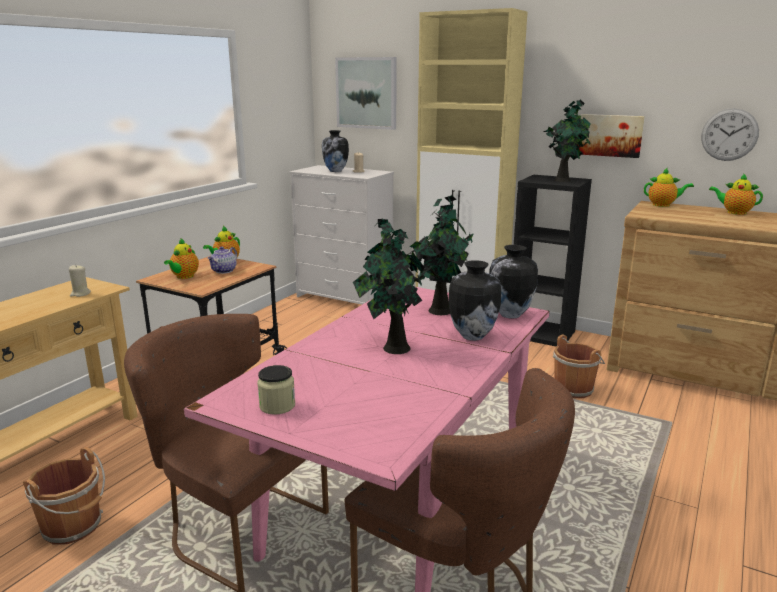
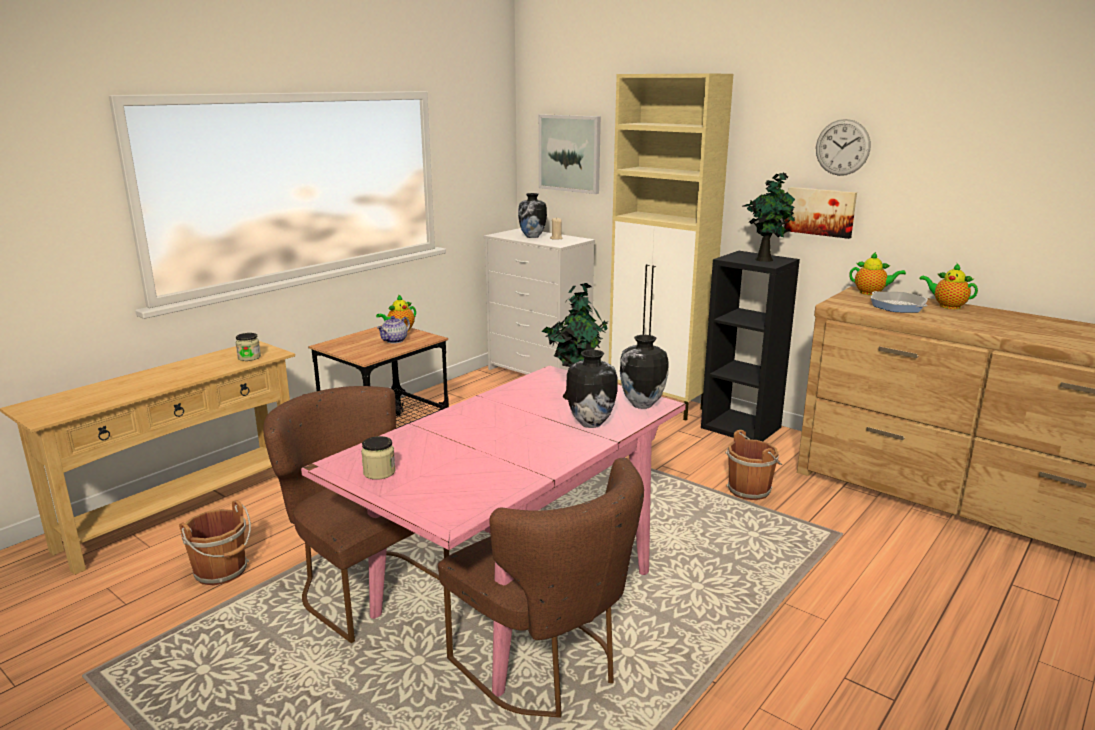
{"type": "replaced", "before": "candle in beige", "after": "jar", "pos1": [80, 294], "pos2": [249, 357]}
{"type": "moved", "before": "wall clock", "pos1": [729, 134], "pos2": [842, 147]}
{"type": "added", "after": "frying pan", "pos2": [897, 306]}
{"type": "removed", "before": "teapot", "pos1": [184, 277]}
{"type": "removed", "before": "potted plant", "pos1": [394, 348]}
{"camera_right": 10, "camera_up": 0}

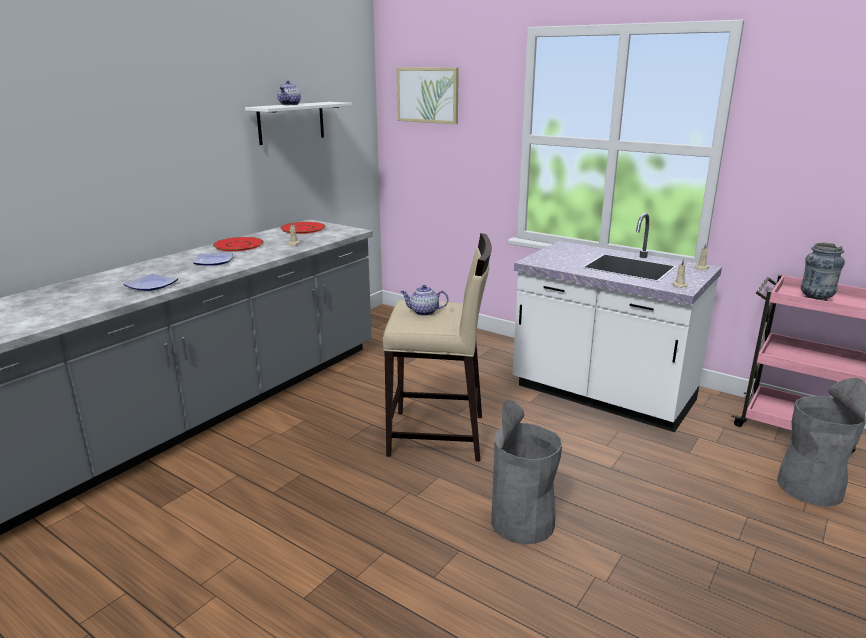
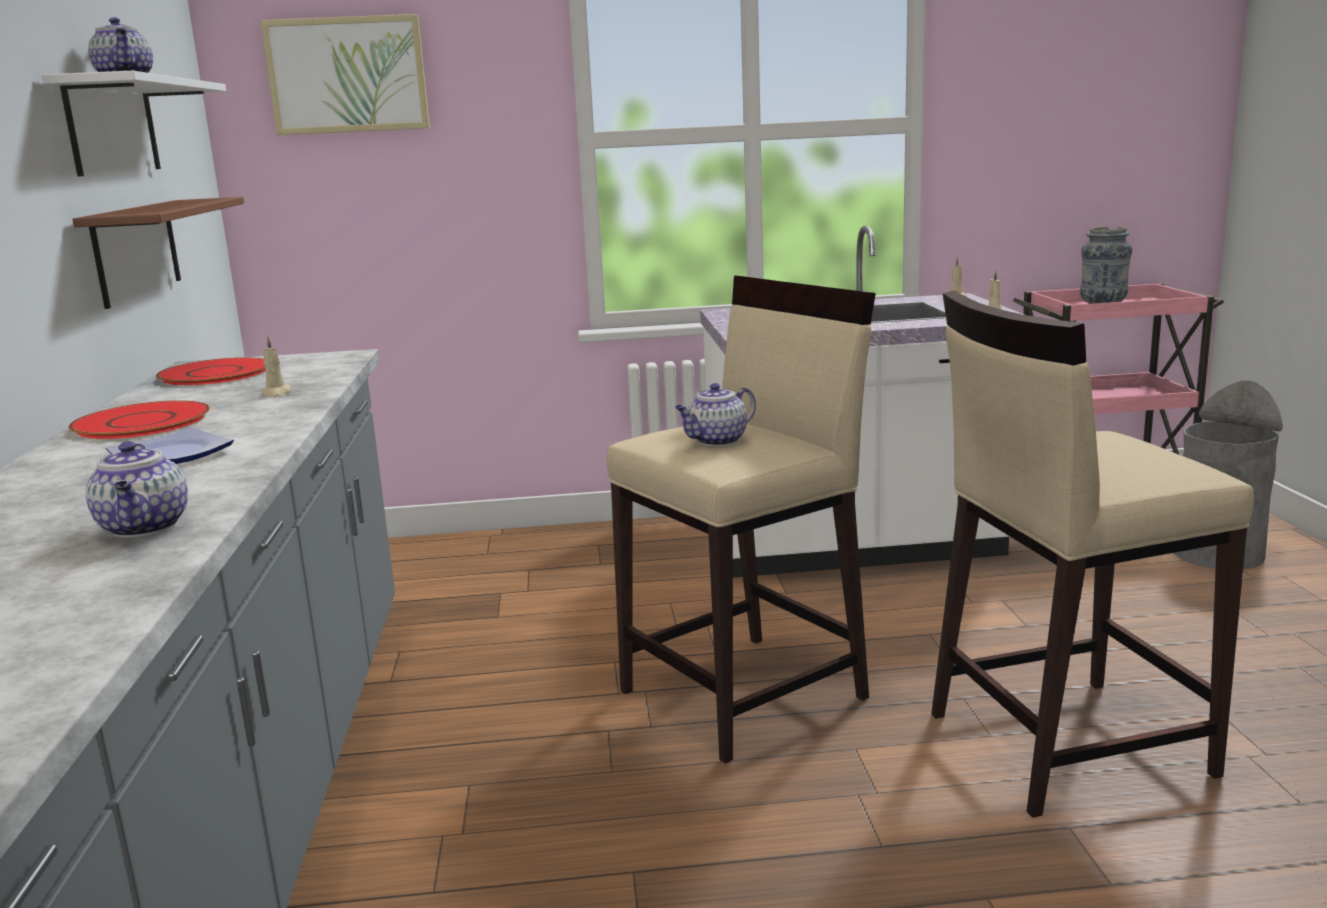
{"type": "added", "after": "shelf in brown", "pos2": [137, 251]}
{"type": "replaced", "before": "plate", "after": "teapot", "pos1": [151, 286], "pos2": [145, 527]}
{"type": "replaced", "before": "trash can in grey", "after": "stool in beige", "pos1": [522, 522], "pos2": [1064, 743]}
{"camera_right": -40, "camera_up": -5}

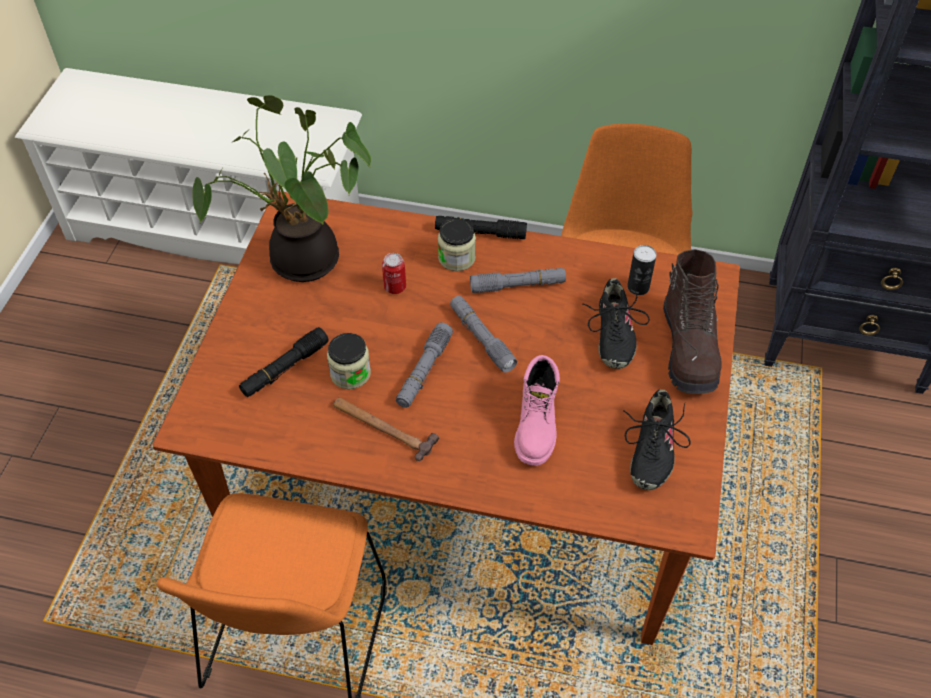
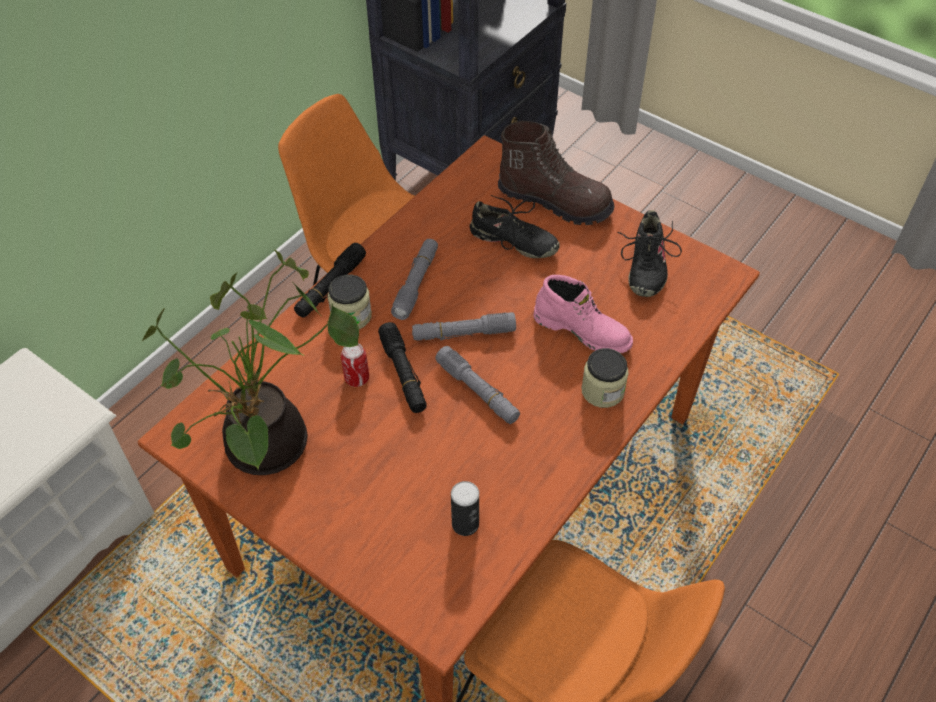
{"type": "moved", "before": "flashlight in black", "pos1": [285, 368], "pos2": [403, 373]}
{"type": "moved", "before": "can", "pos1": [638, 287], "pos2": [465, 524]}
{"type": "moved", "before": "jar", "pos1": [350, 373], "pos2": [602, 391]}
{"type": "turned", "before": "shoe in black", "pos1": [651, 450], "pos2": [645, 266], "turn": 60}
{"type": "removed", "before": "hammer", "pos1": [383, 427]}
{"camera_right": -65, "camera_up": 0}

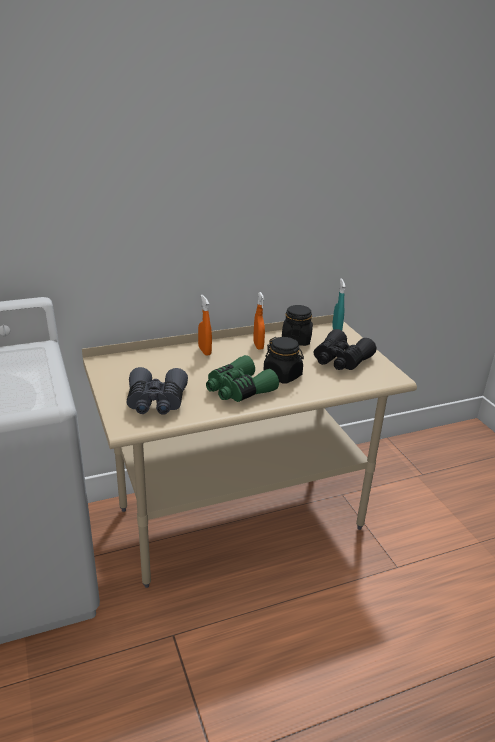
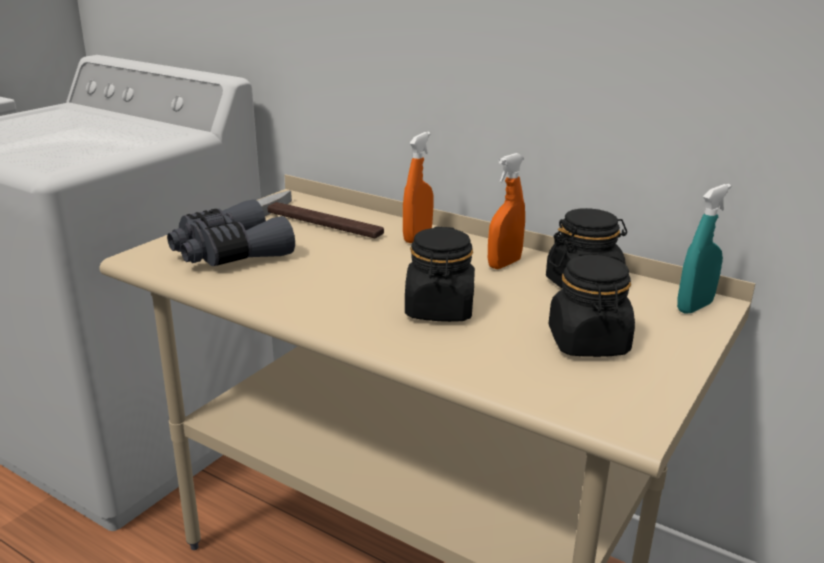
{"type": "added", "after": "hammer", "pos2": [322, 221]}
{"type": "replaced", "before": "binoculars in black", "after": "jar in black", "pos1": [340, 360], "pos2": [588, 343]}
{"type": "removed", "before": "binoculars in green", "pos1": [238, 390]}
{"camera_right": 55, "camera_up": -5}

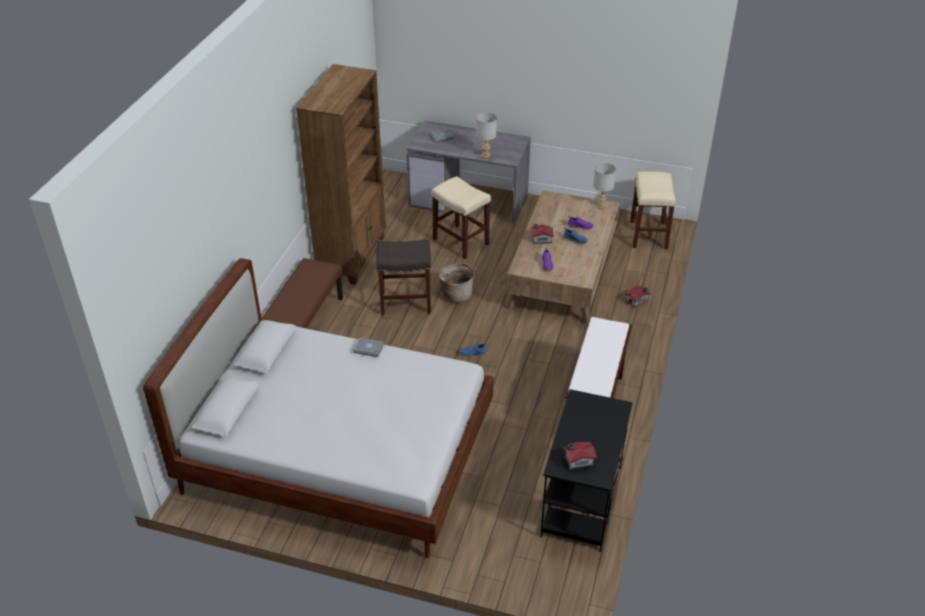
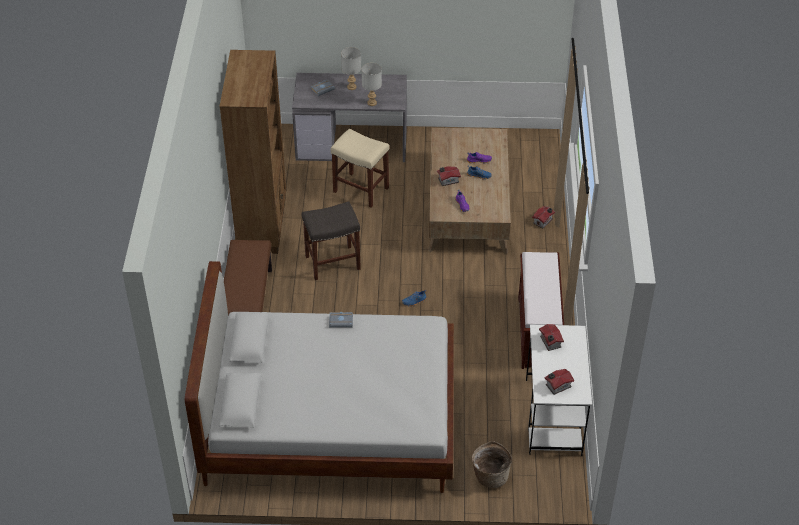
{"type": "moved", "before": "table lamp in grey", "pos1": [601, 206], "pos2": [352, 87]}
{"type": "moved", "before": "basket", "pos1": [456, 294], "pos2": [490, 475]}
{"type": "recoloured", "before": "desk in black", "after": "desk in white", "pos1": [581, 501], "pos2": [553, 417]}
{"type": "added", "after": "toy house", "pos2": [550, 342]}
{"type": "removed", "before": "stool in beige", "pos1": [649, 235]}
{"camera_right": -15, "camera_up": 5}

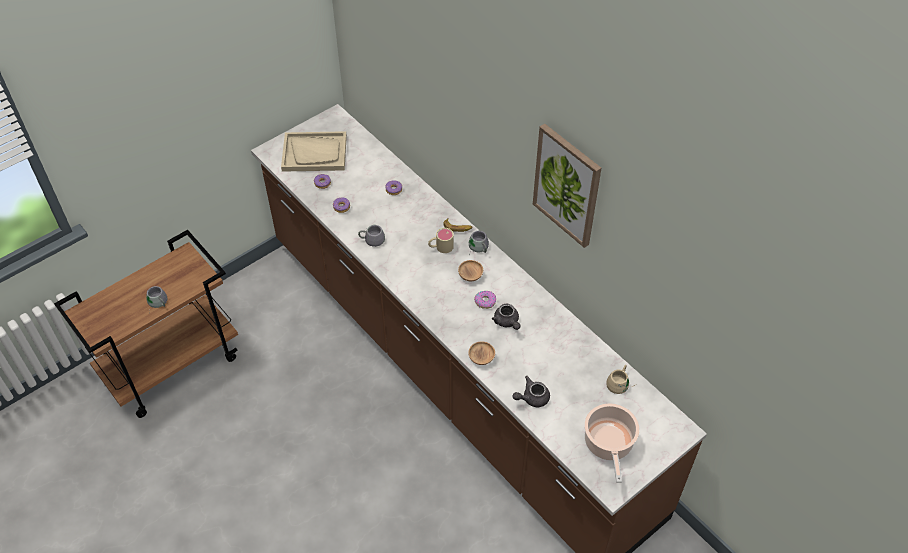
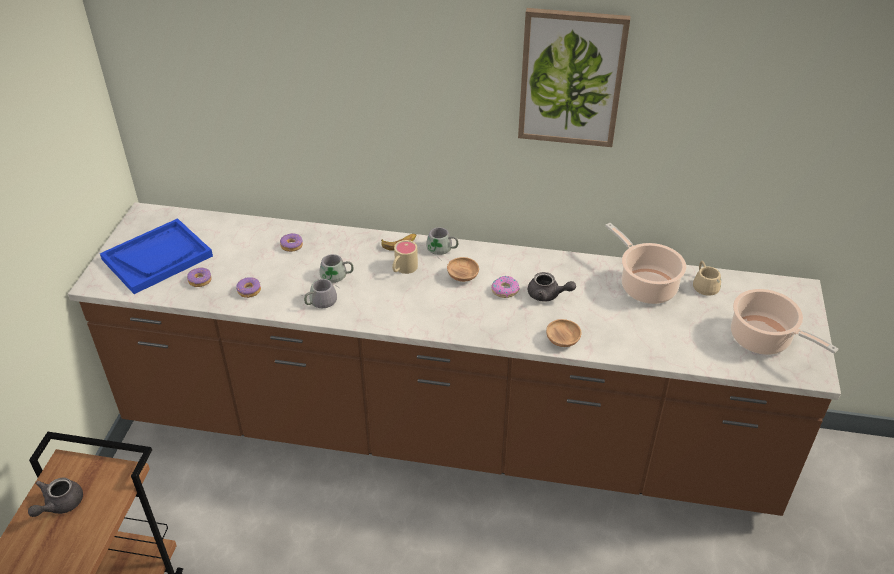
{"type": "moved", "before": "teapot in grey", "pos1": [532, 398], "pos2": [59, 505]}
{"type": "recoloured", "before": "tray in beige", "after": "tray in blue", "pos1": [315, 153], "pos2": [157, 257]}
{"type": "moved", "before": "mug in grey", "pos1": [157, 303], "pos2": [336, 277]}
{"type": "added", "after": "cooking pot", "pos2": [645, 285]}
{"camera_right": -40, "camera_up": -10}

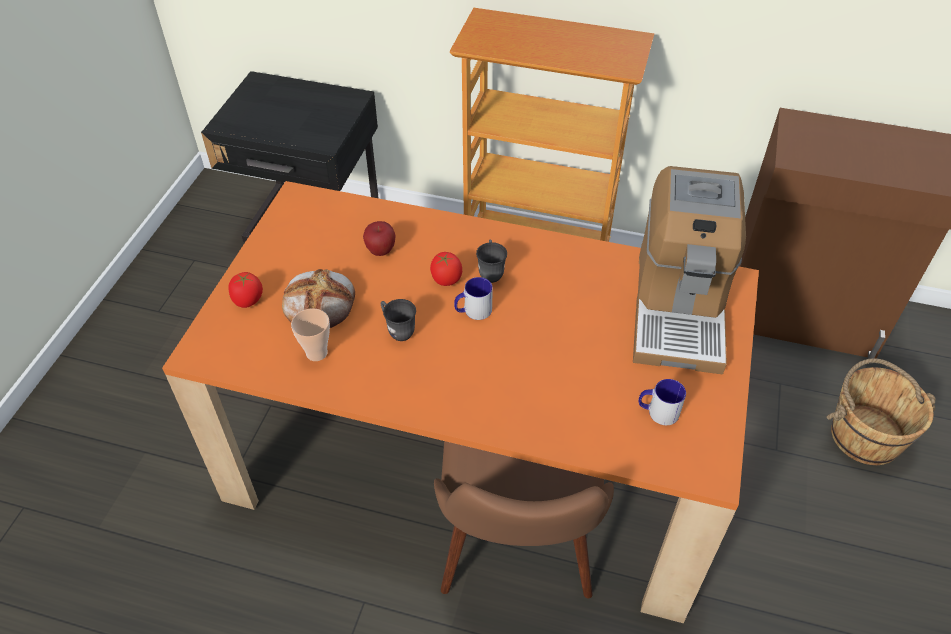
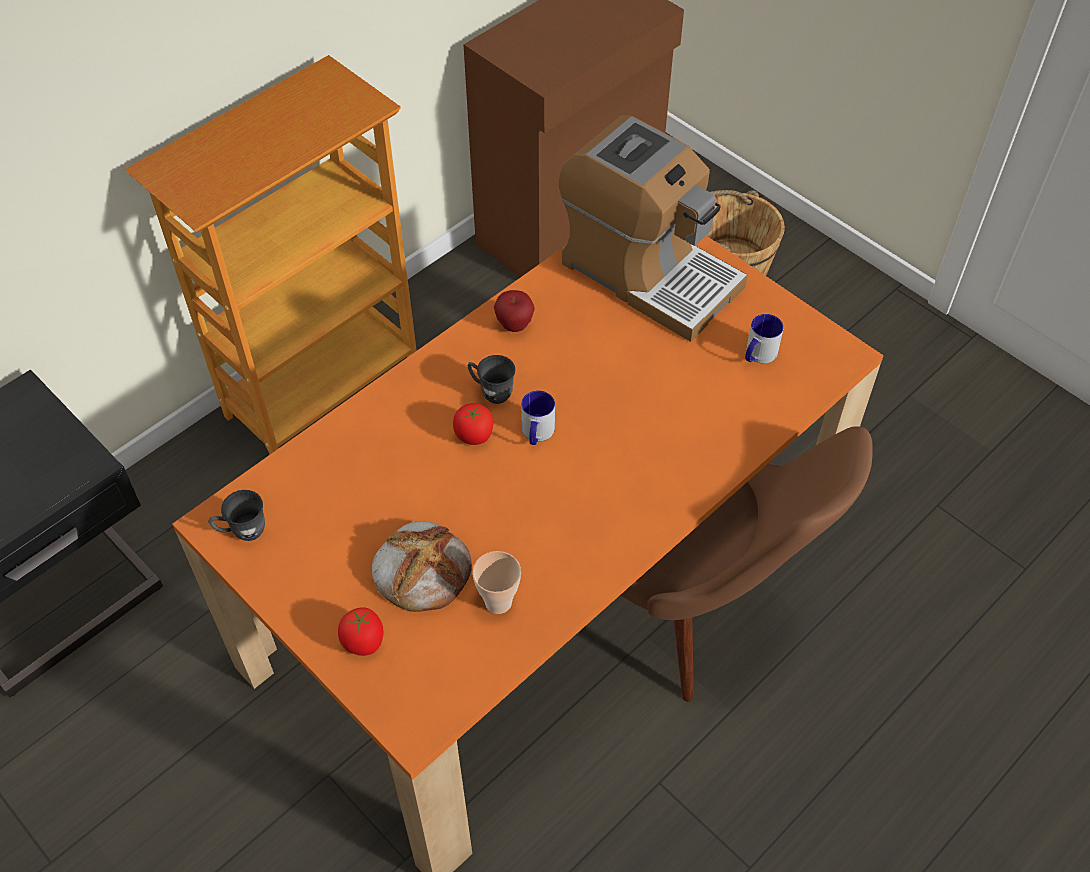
{"type": "moved", "before": "mug in grey", "pos1": [397, 330], "pos2": [242, 532]}
{"type": "moved", "before": "apple", "pos1": [381, 251], "pos2": [514, 325]}
{"camera_right": -60, "camera_up": 5}

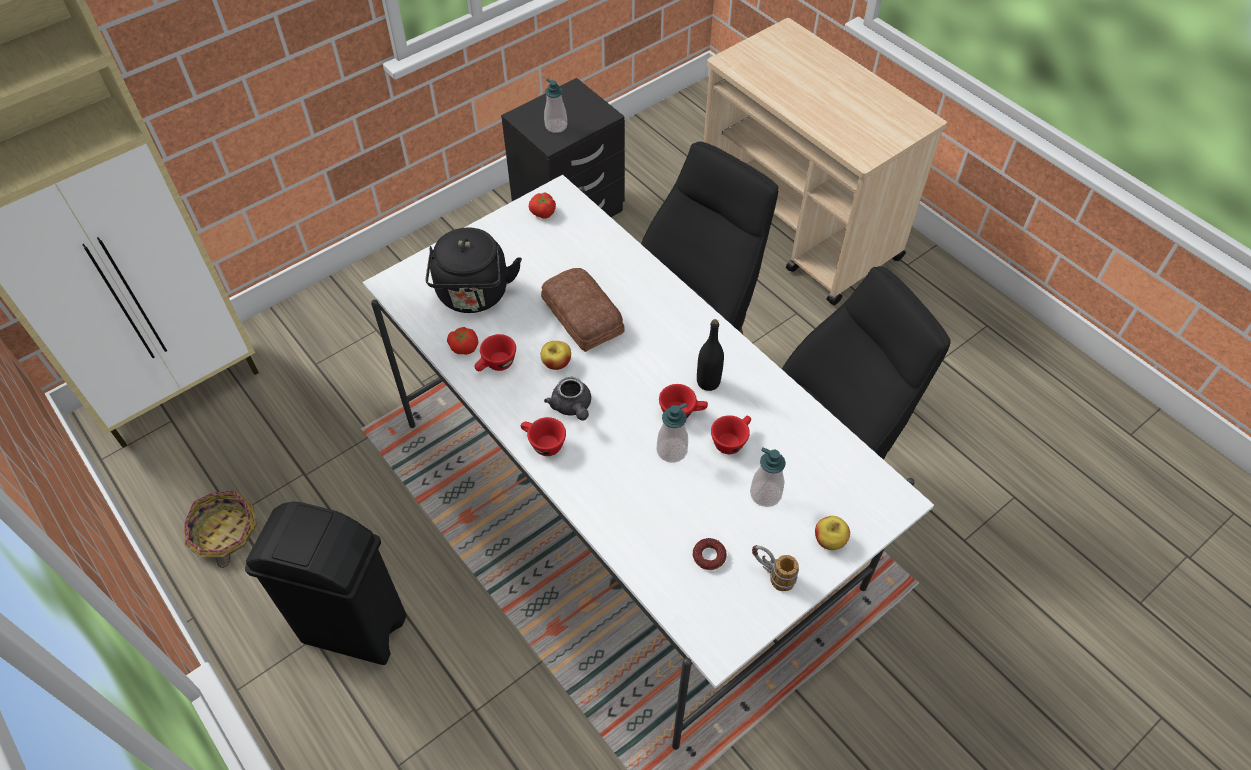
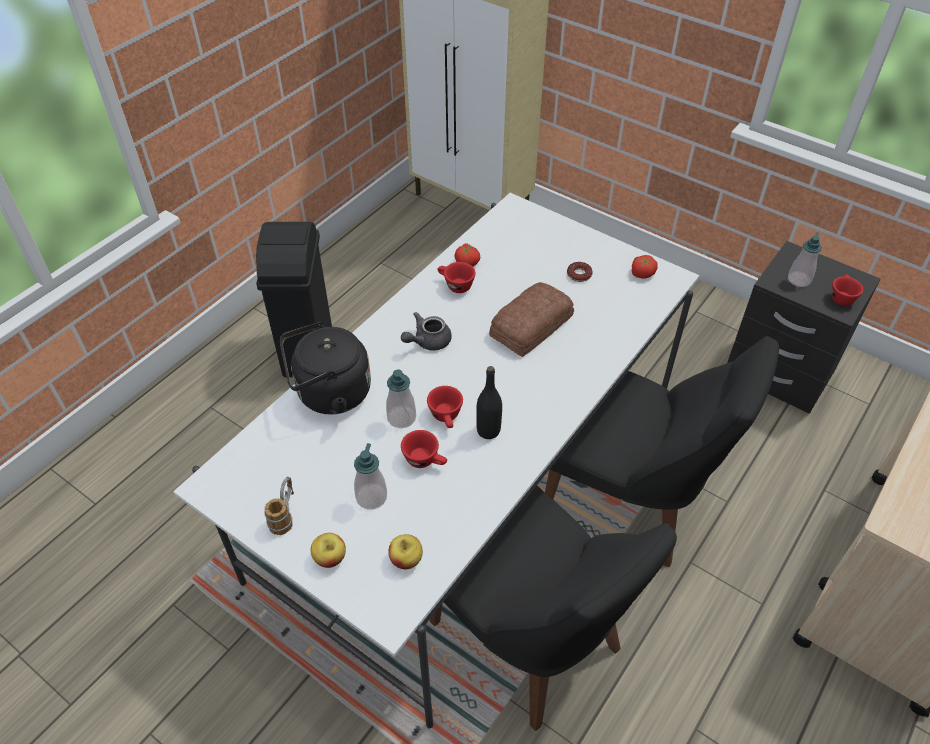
{"type": "moved", "before": "kettle in black", "pos1": [473, 296], "pos2": [329, 394]}
{"type": "moved", "before": "apple", "pos1": [556, 363], "pos2": [406, 559]}
{"type": "moved", "before": "donut", "pos1": [709, 556], "pos2": [579, 274]}
{"type": "moved", "before": "cup in red", "pos1": [542, 444], "pos2": [841, 296]}
{"type": "removed", "before": "basket", "pos1": [224, 533]}
{"camera_right": 75, "camera_up": -5}

